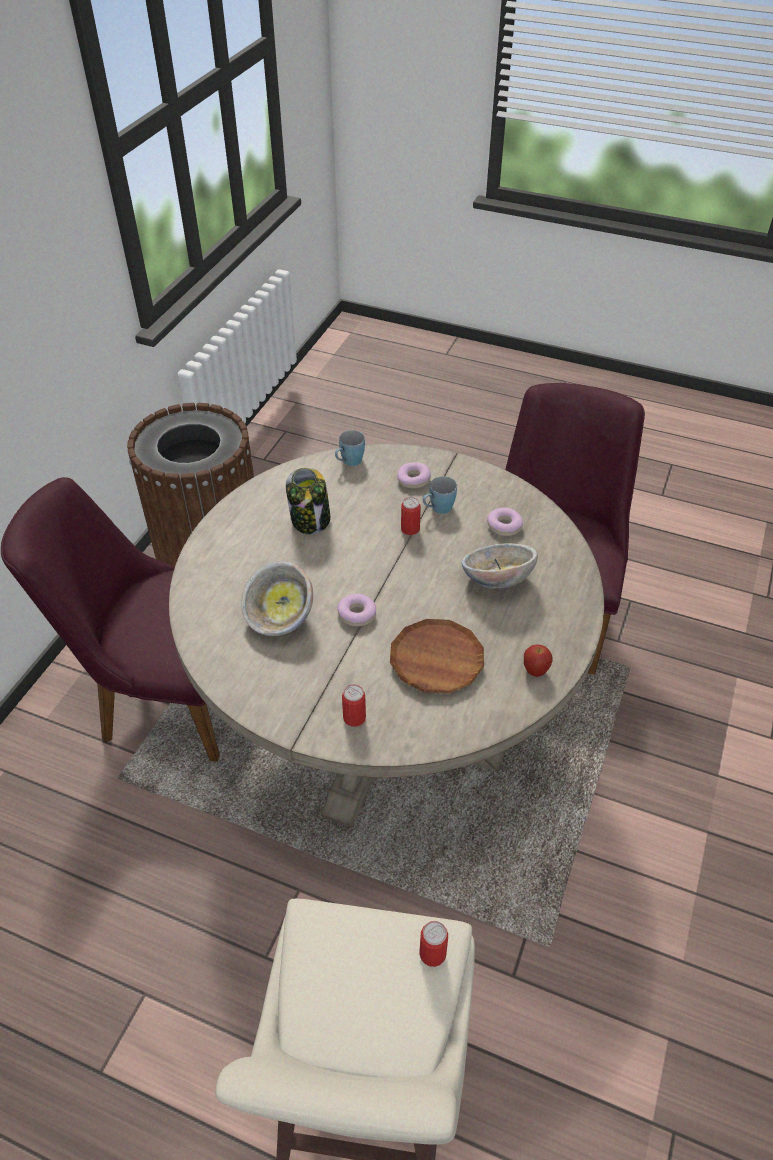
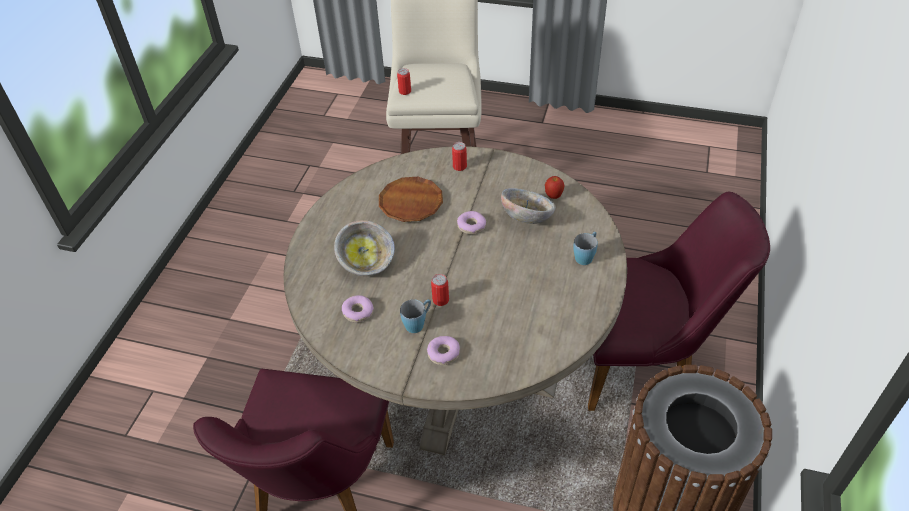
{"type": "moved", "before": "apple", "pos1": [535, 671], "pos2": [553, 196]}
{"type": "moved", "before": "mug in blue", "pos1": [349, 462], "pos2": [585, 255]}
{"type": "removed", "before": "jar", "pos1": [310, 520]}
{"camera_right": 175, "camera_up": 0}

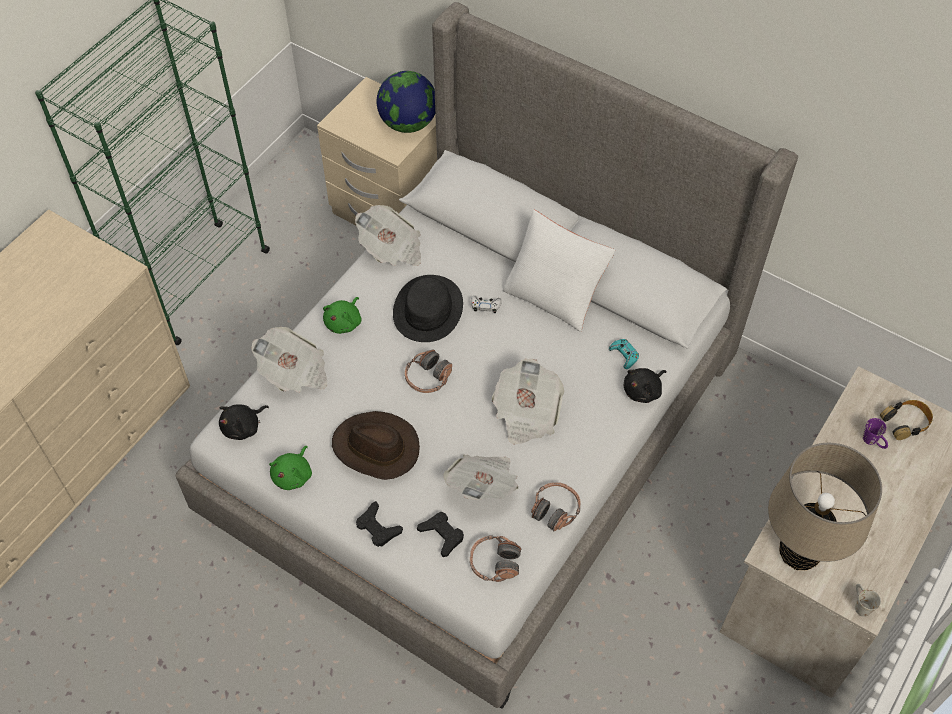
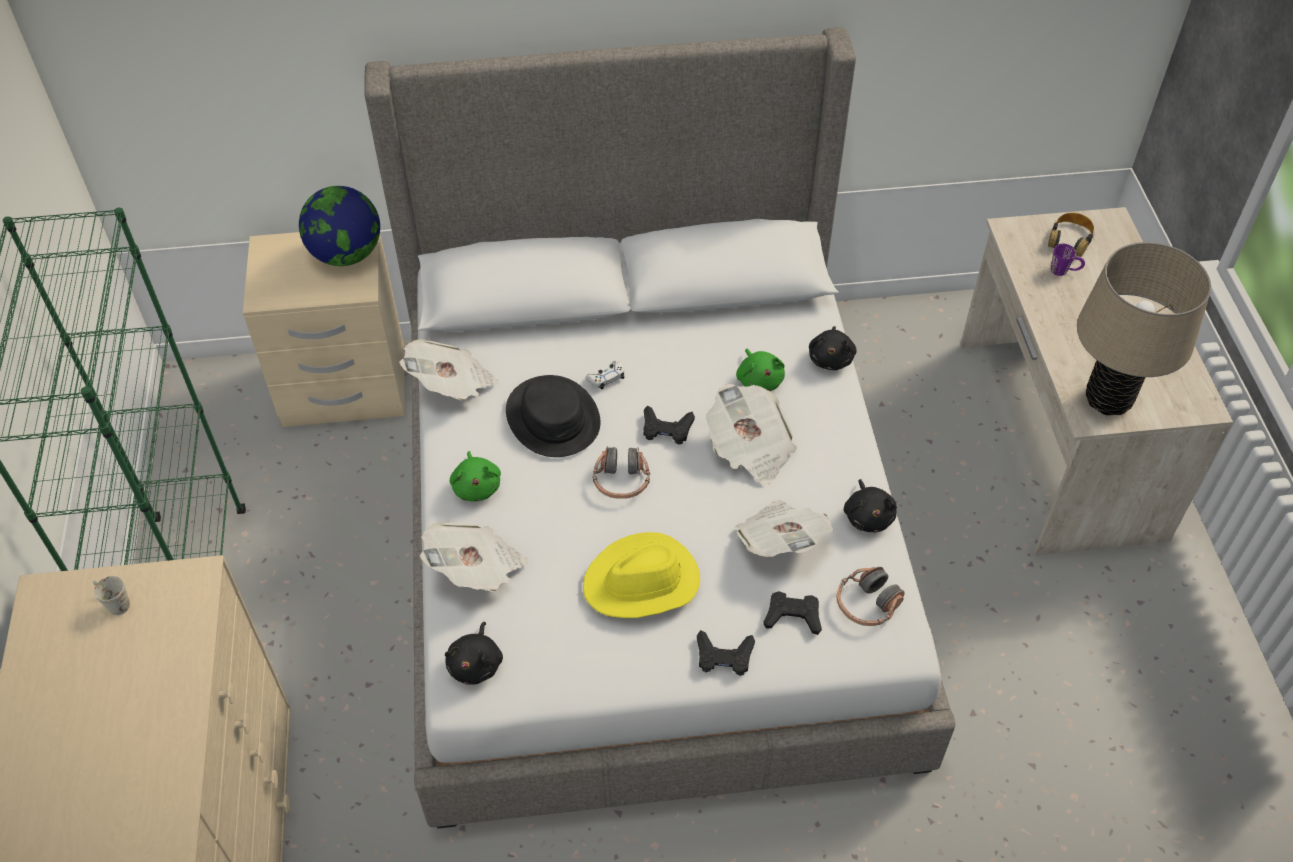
{"type": "moved", "before": "mug in white", "pos1": [860, 604], "pos2": [114, 603]}
{"type": "recoloured", "before": "hat in brown", "after": "hat in yellow", "pos1": [376, 448], "pos2": [642, 582]}
{"type": "added", "after": "game controller in black", "pos2": [666, 429]}
{"type": "moved", "before": "plush toy in green", "pos1": [293, 475], "pos2": [759, 380]}
{"type": "replaced", "before": "headphones", "after": "plush toy in black", "pos1": [555, 510], "pos2": [868, 516]}
{"type": "removed", "before": "pillow in white", "pos1": [555, 293]}
{"type": "removed", "before": "game controller in turquoise", "pos1": [624, 355]}
{"camera_right": -40, "camera_up": -5}

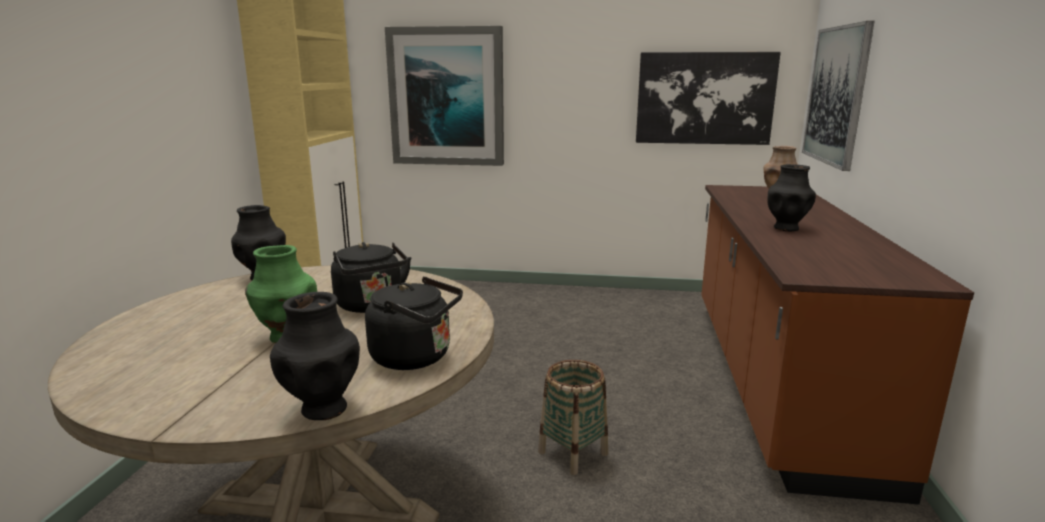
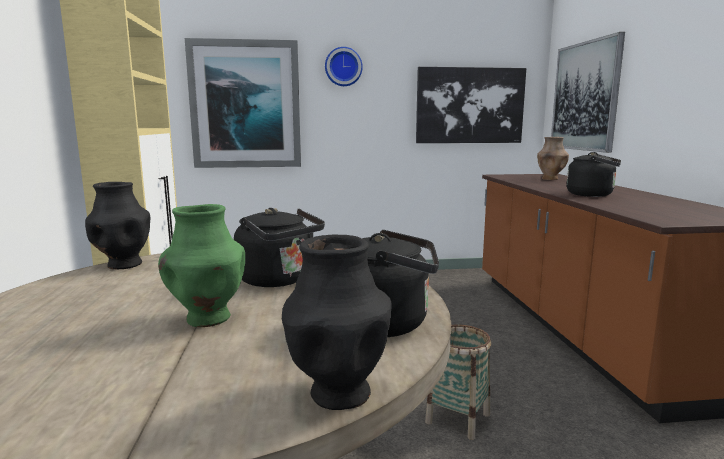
{"type": "added", "after": "wall clock", "pos2": [343, 67]}
{"type": "replaced", "before": "vase in black", "after": "kettle in black", "pos1": [786, 228], "pos2": [592, 195]}
{"camera_right": -15, "camera_up": -5}

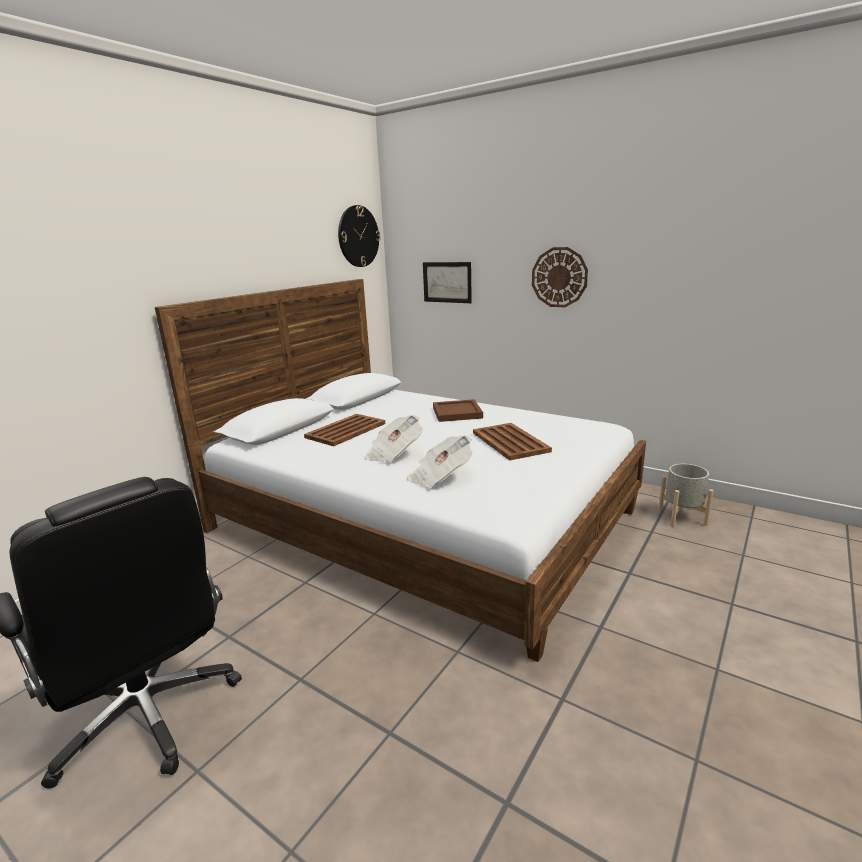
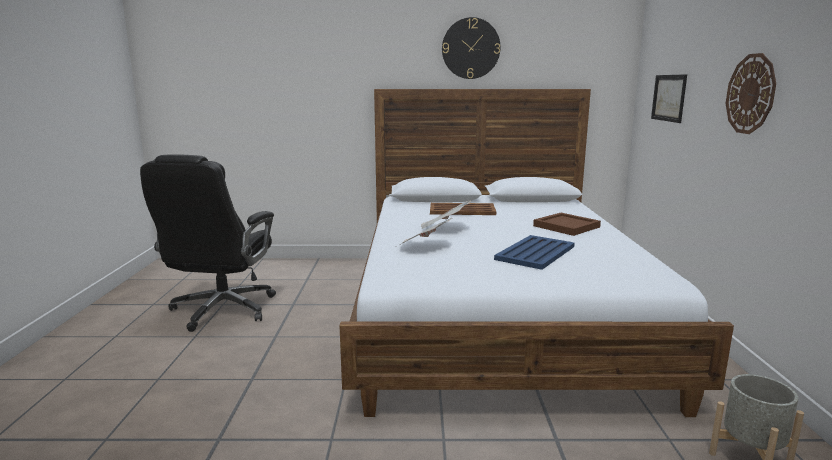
{"type": "moved", "before": "wall clock", "pos1": [358, 236], "pos2": [470, 48]}
{"type": "recoloured", "before": "tray in brown", "after": "tray in blue", "pos1": [510, 442], "pos2": [535, 253]}
{"camera_right": 55, "camera_up": -5}

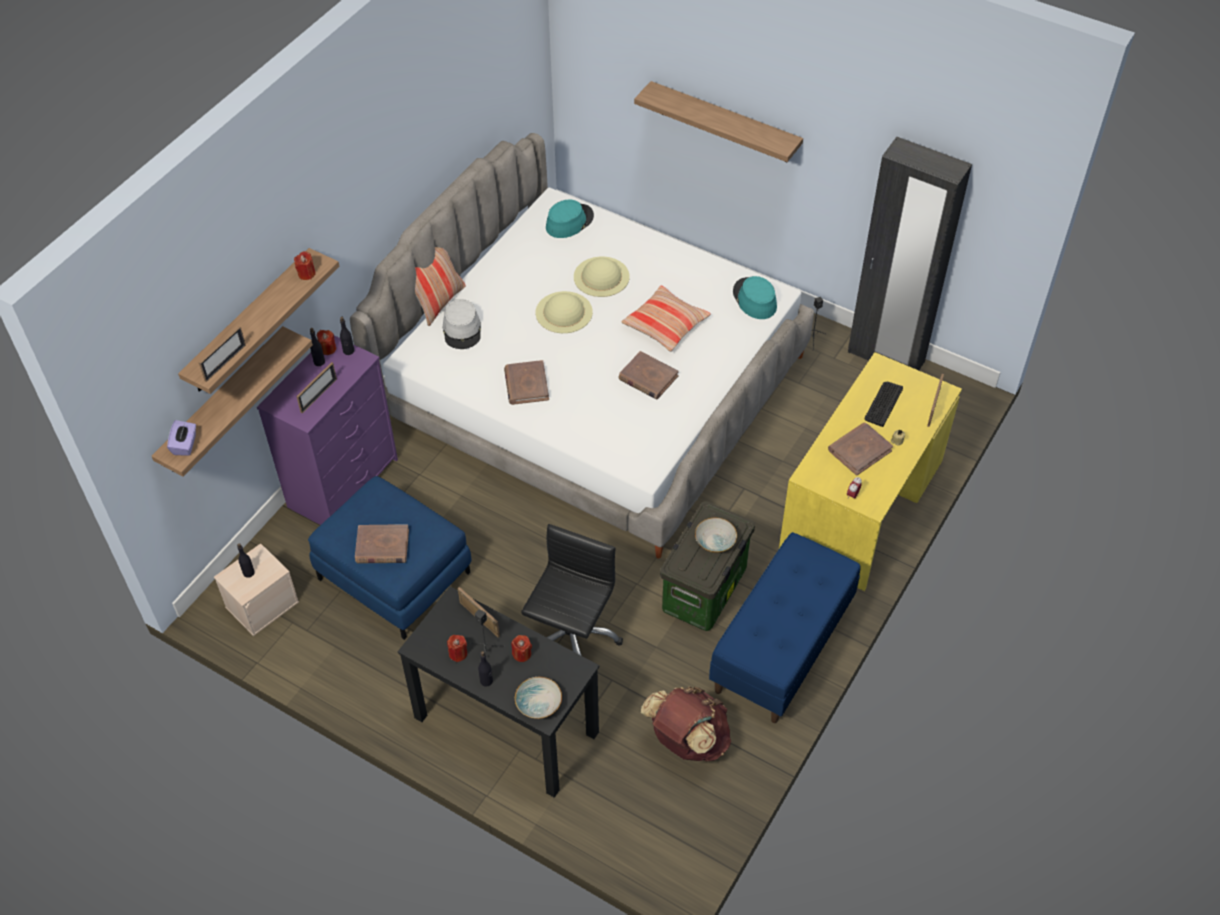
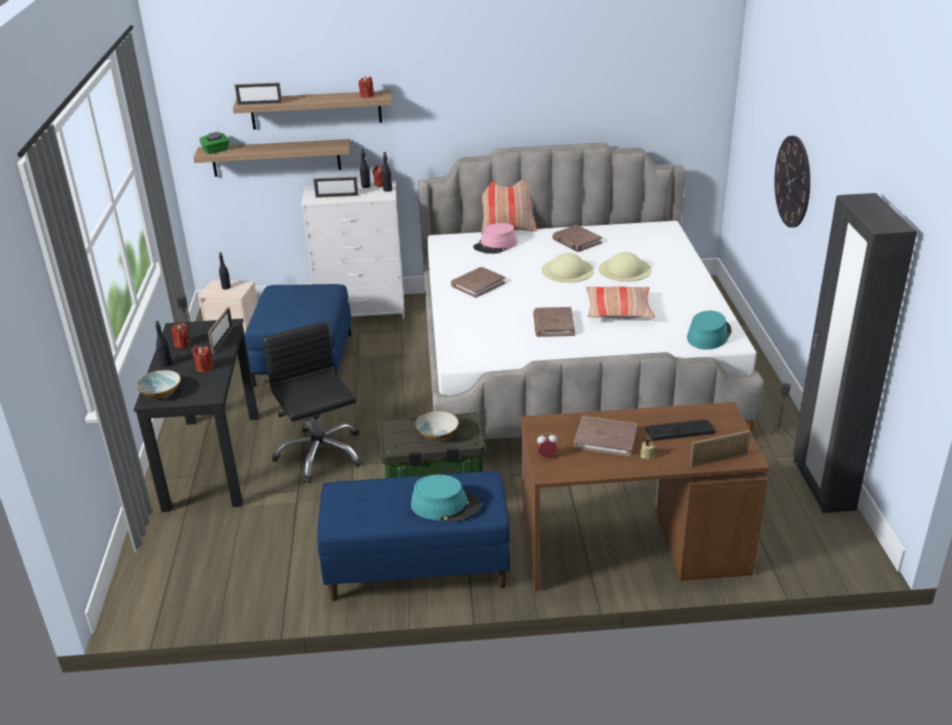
{"type": "recoloured", "before": "tissue box in purple", "after": "tissue box in green", "pos1": [185, 445], "pos2": [216, 151]}
{"type": "turned", "before": "office chair in black", "pos1": [571, 638], "pos2": [320, 454], "turn": -105}
{"type": "recoloured", "before": "dresser in purple", "after": "dresser in white", "pos1": [343, 482], "pos2": [362, 310]}
{"type": "moved", "before": "hat in turquoise", "pos1": [569, 221], "pos2": [446, 505]}
{"type": "recoloured", "before": "hat in grey", "after": "hat in pink", "pos1": [462, 330], "pos2": [495, 245]}
{"type": "recoloured", "before": "desk in yellow", "after": "desk in brown", "pos1": [862, 506], "pos2": [631, 547]}
{"type": "moved", "before": "book in brown", "pos1": [382, 546], "pos2": [576, 241]}
{"type": "replaced", "before": "shelf", "after": "wall clock", "pos1": [724, 123], "pos2": [793, 181]}
{"type": "removed", "before": "backpack in brown", "pos1": [687, 741]}
{"camera_right": 55, "camera_up": -20}

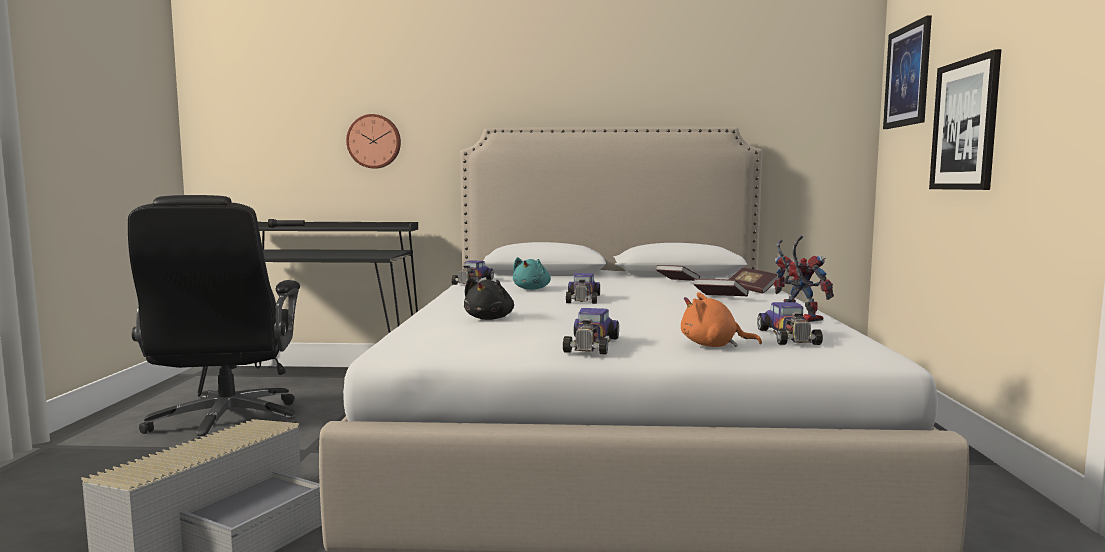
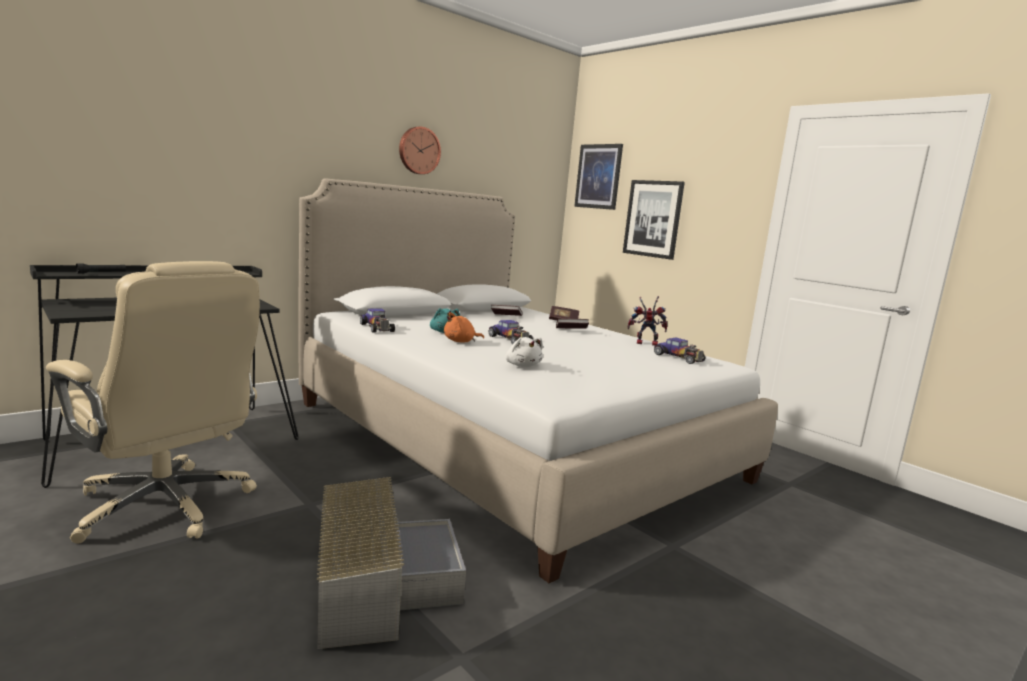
{"type": "recoloured", "before": "office chair in black", "after": "office chair in beige", "pos1": [226, 425], "pos2": [166, 506]}
{"type": "moved", "before": "wall clock", "pos1": [374, 141], "pos2": [418, 150]}
{"type": "moved", "before": "plush toy in orange", "pos1": [713, 346], "pos2": [461, 341]}
{"type": "recoloured", "before": "plush toy in black", "after": "plush toy in white", "pos1": [490, 318], "pos2": [522, 365]}
{"type": "removed", "before": "toy car", "pos1": [591, 345]}
{"camera_right": -45, "camera_up": 5}

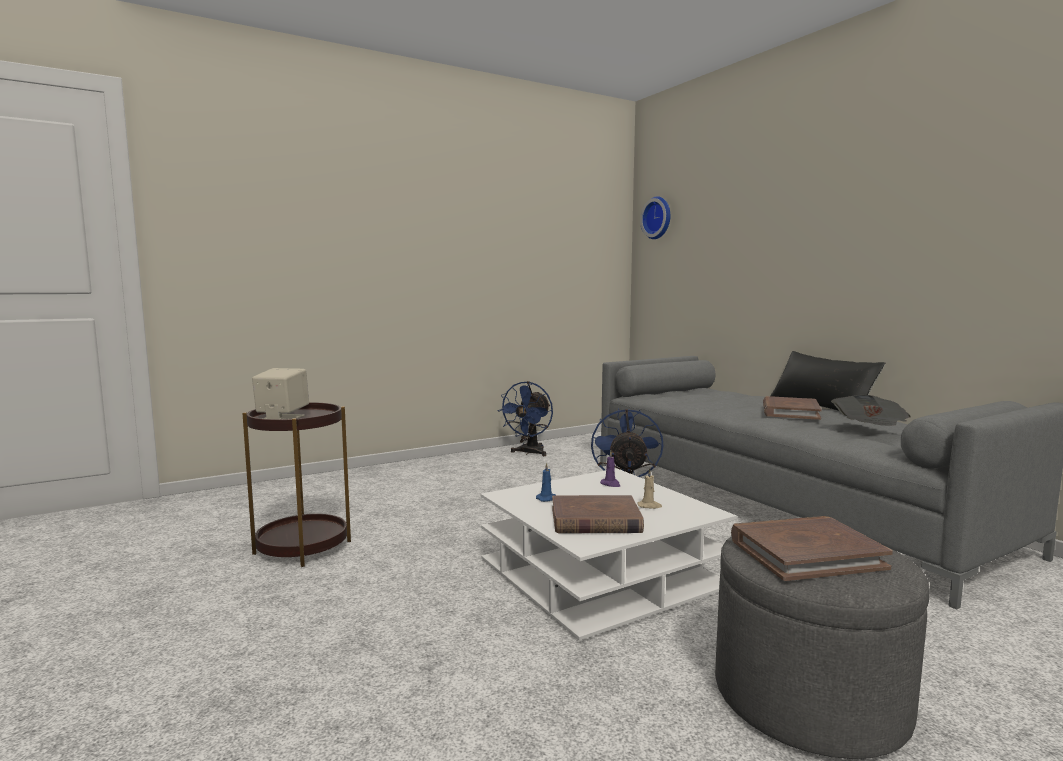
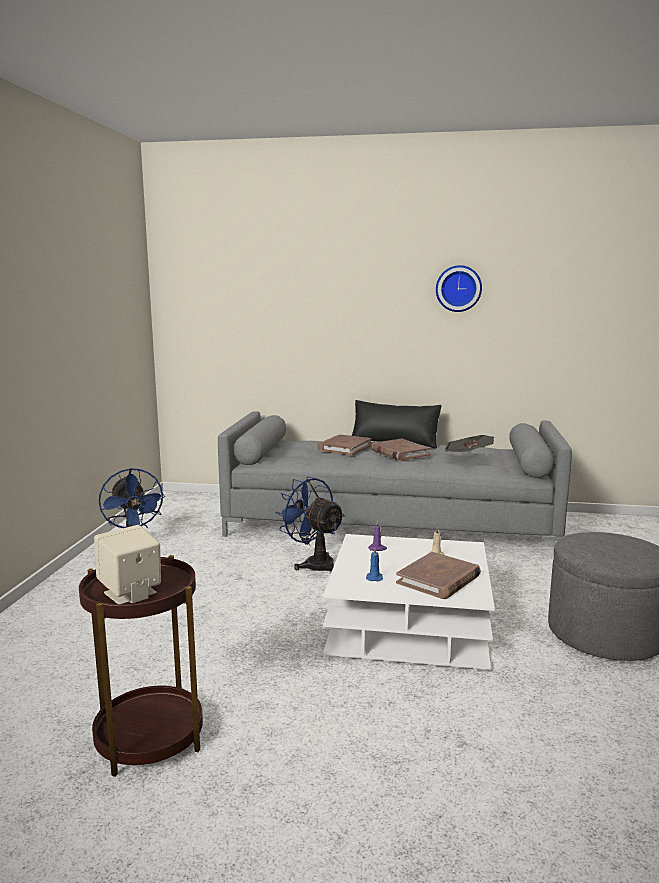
{"type": "moved", "before": "book in brown", "pos1": [806, 553], "pos2": [344, 447]}
{"type": "moved", "before": "wall clock", "pos1": [658, 218], "pos2": [458, 288]}
{"camera_right": -50, "camera_up": 5}

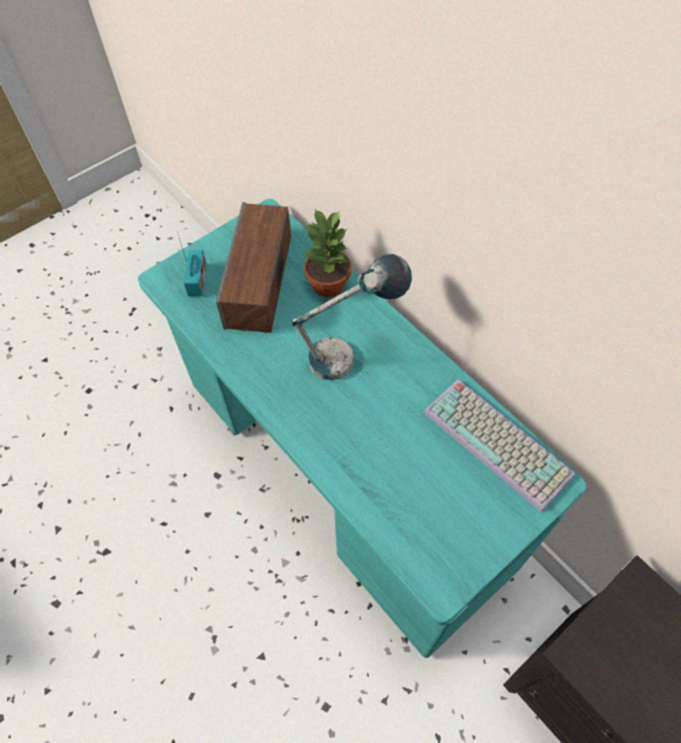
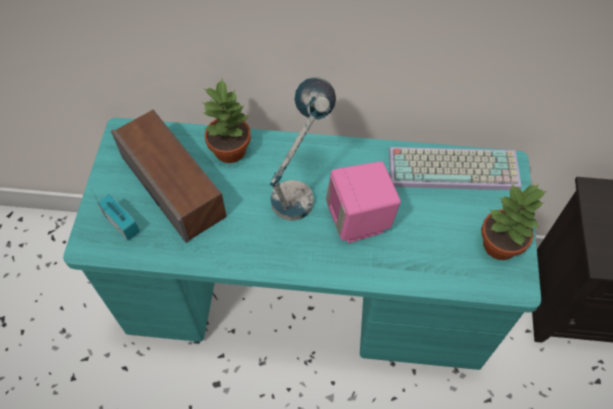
{"type": "added", "after": "speaker in pink", "pos2": [359, 220]}
{"type": "added", "after": "potted plant", "pos2": [500, 245]}
{"camera_right": -45, "camera_up": 0}

